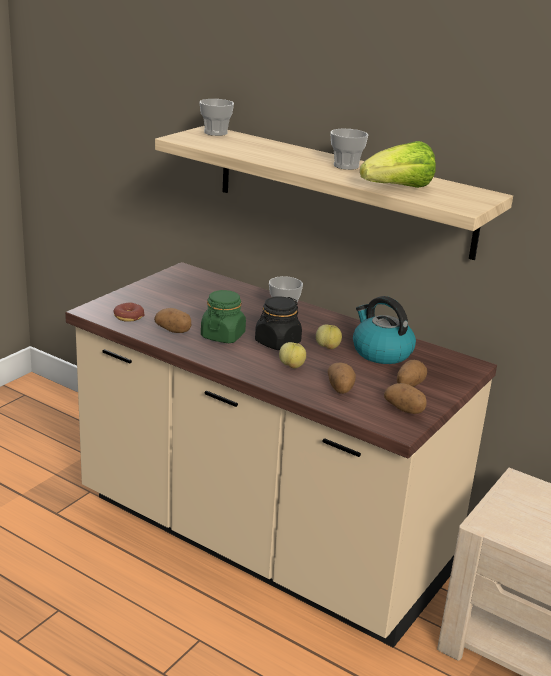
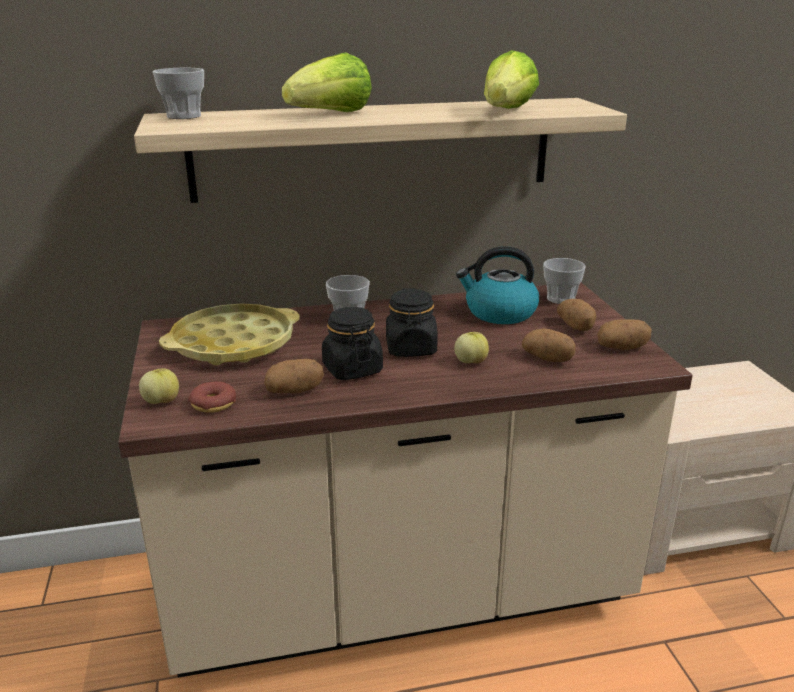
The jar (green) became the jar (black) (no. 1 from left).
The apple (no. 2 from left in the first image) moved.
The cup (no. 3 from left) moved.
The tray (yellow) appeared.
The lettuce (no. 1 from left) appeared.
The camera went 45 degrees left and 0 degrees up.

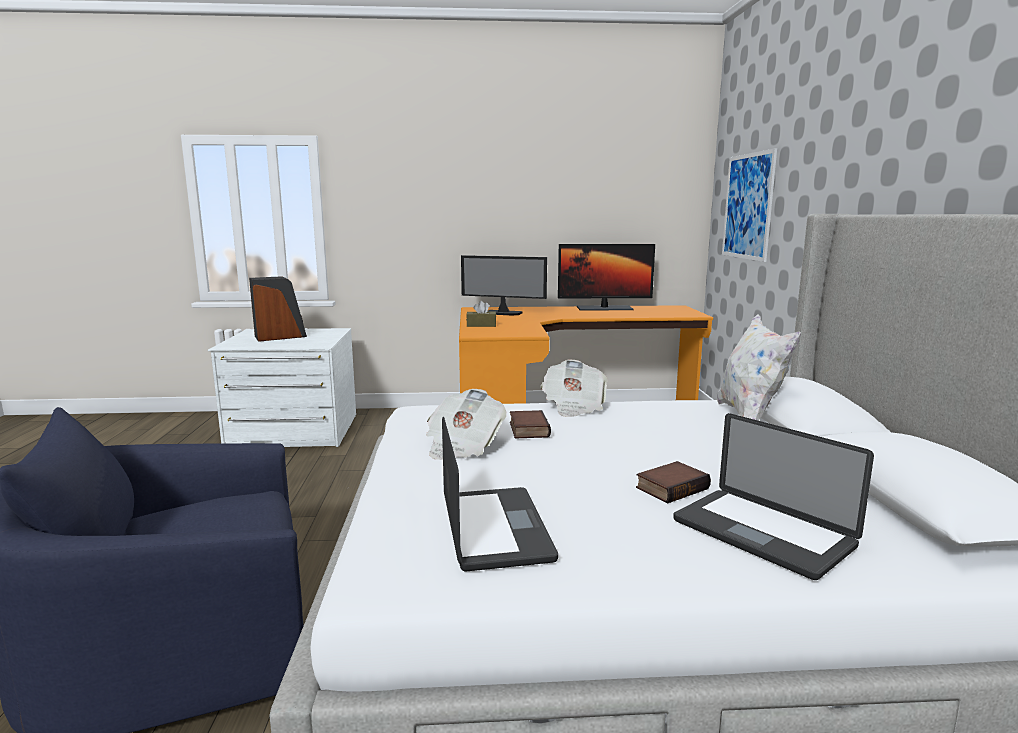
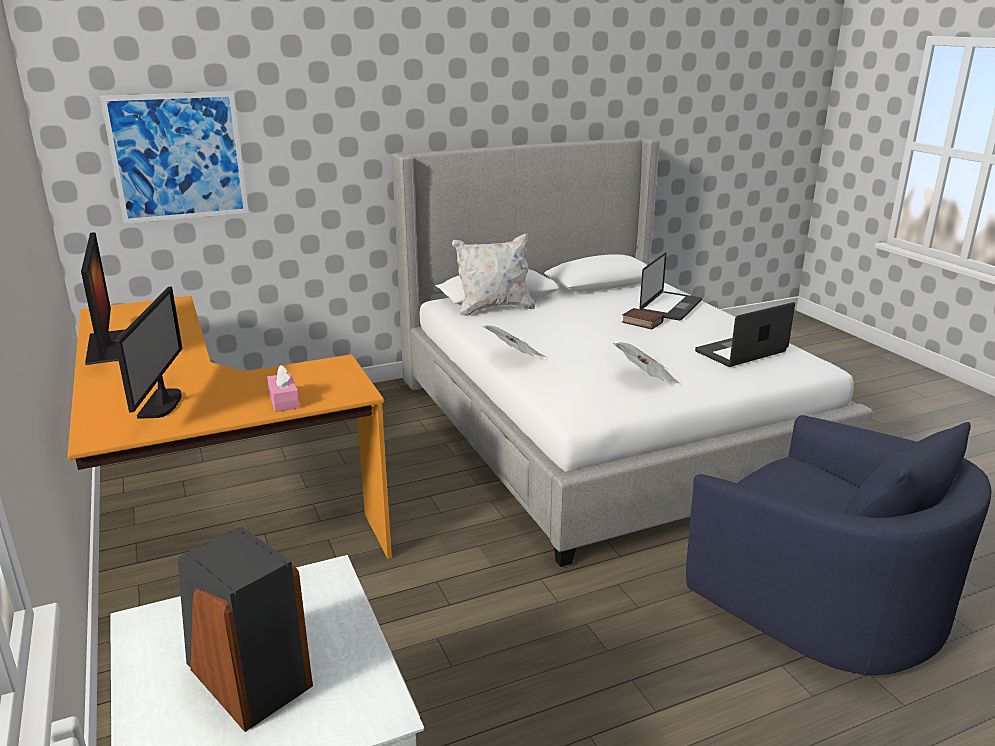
The tissue box (brown) became the tissue box (pink).
The book (no. 1 from left) disappeared.
The camera went 110 degrees left and 10 degrees up.

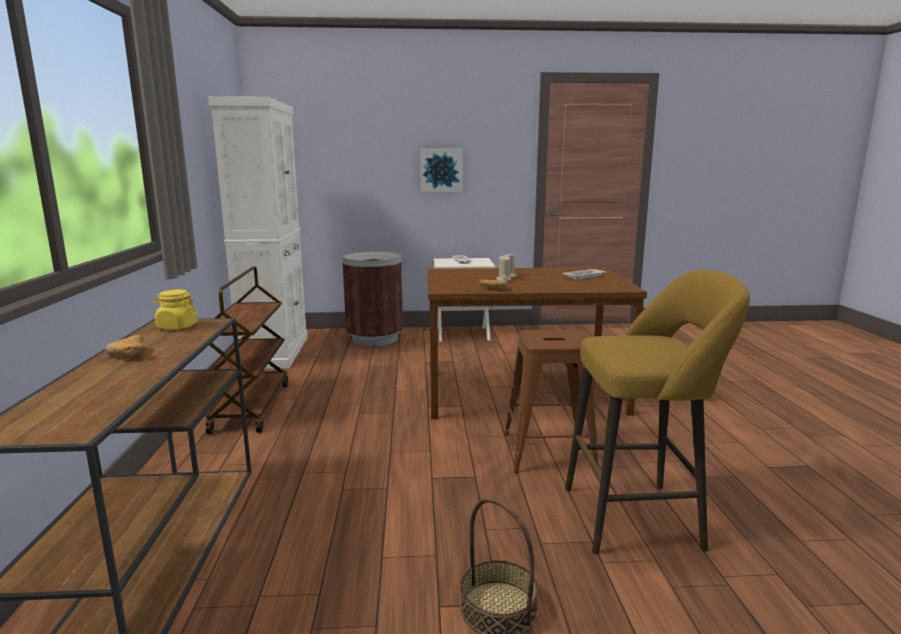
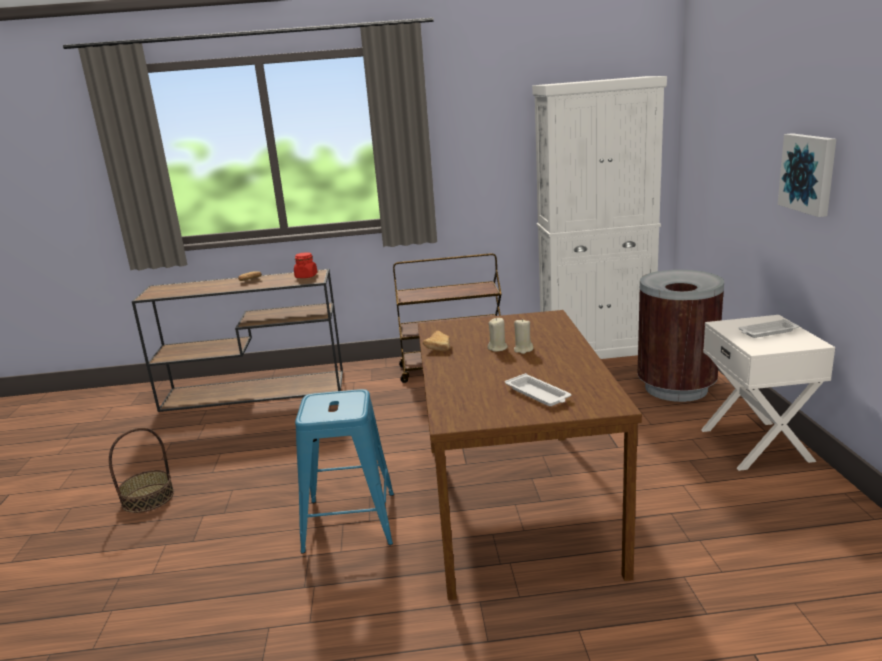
The jar (yellow) became the jar (red).
The stool (brown) became the stool (blue).
The stool (yellow) disappeared.
The camera went 90 degrees right and 5 degrees up.

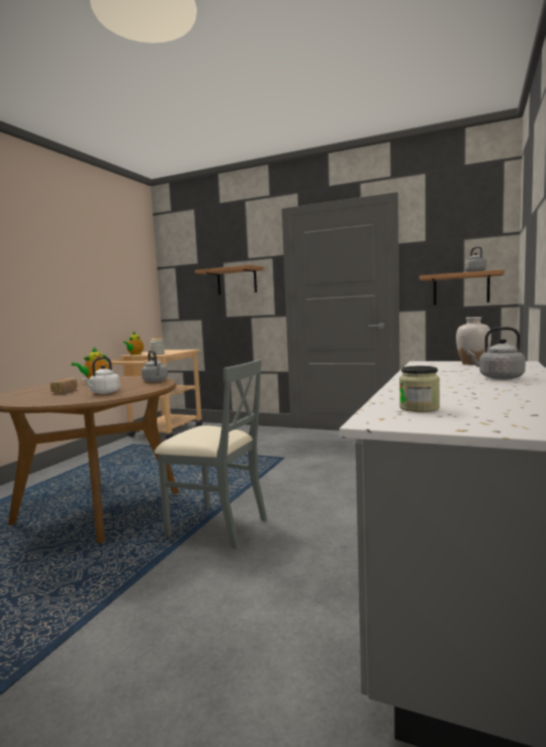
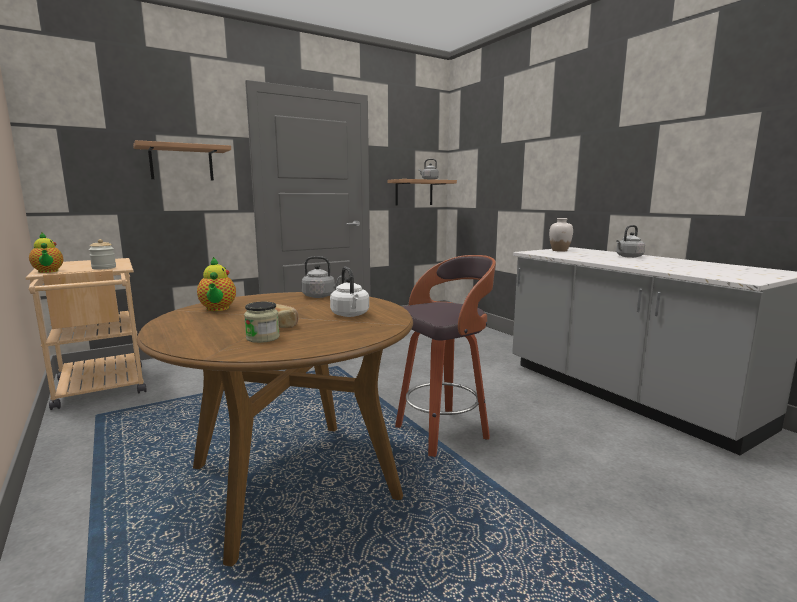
The chair (grey) was replaced by the stool.
The jar (no. 2 from left) moved.
The camera went 55 degrees left and 5 degrees up.

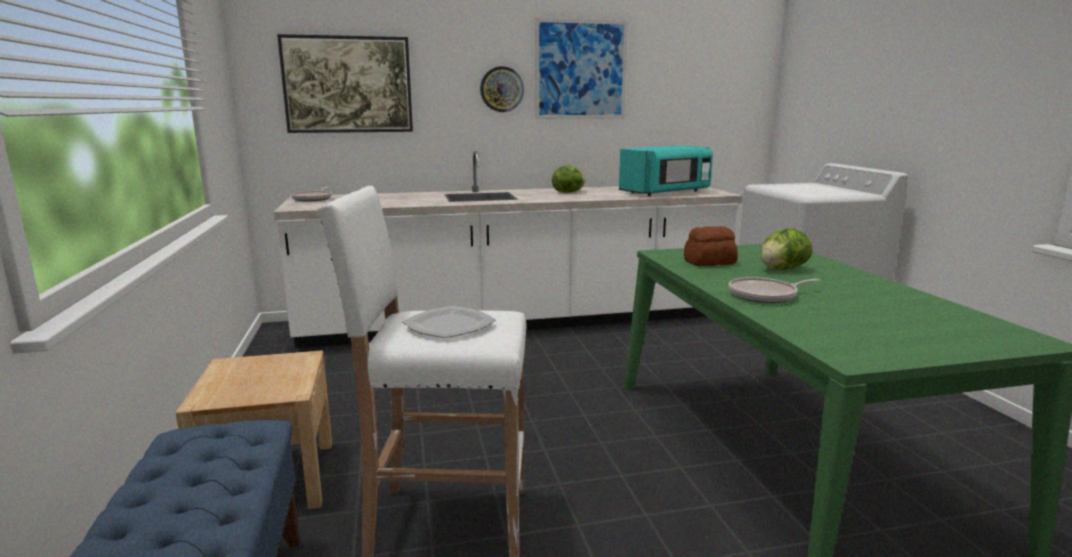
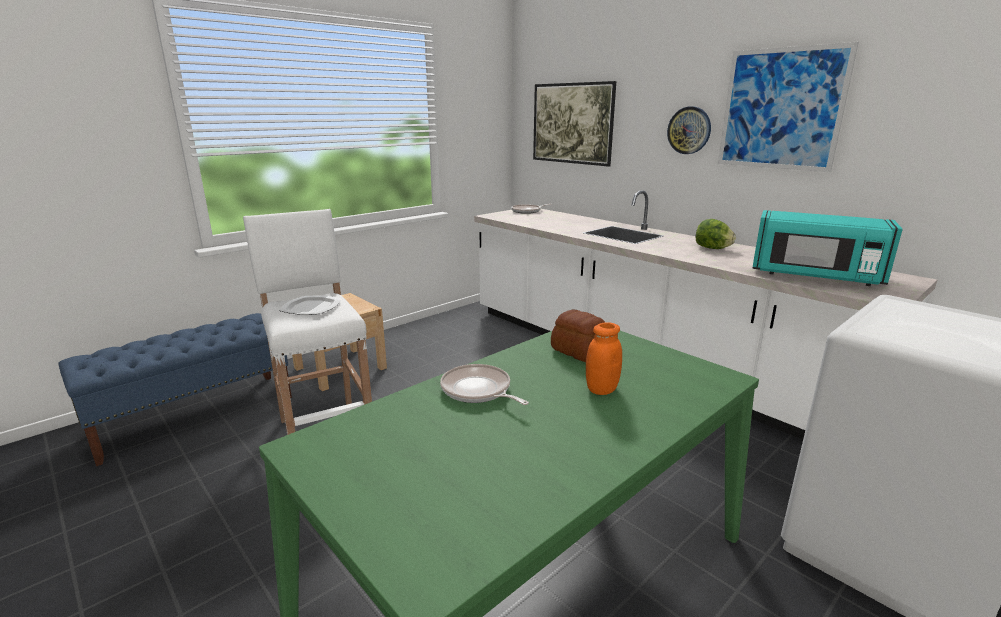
The lettuce (no. 2 from left) was replaced by the jar (orange).
The camera went 60 degrees right and 5 degrees up.

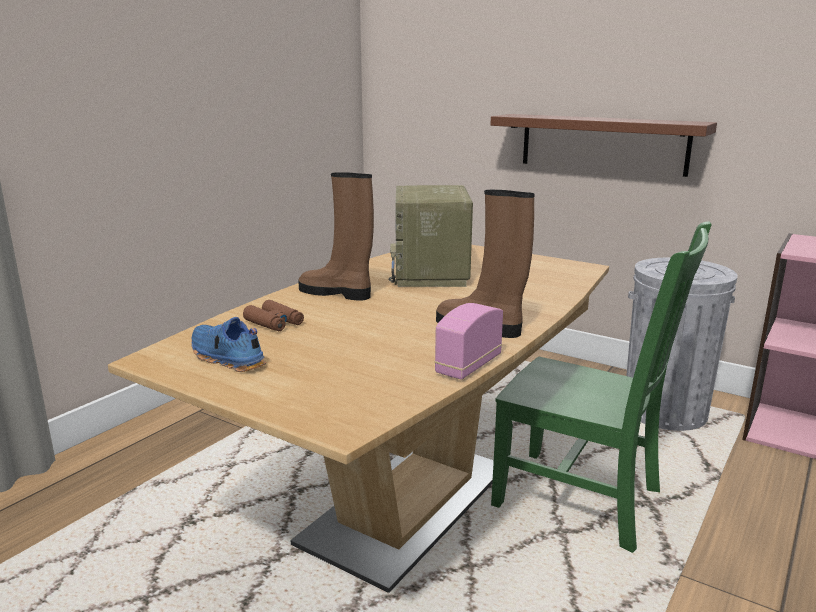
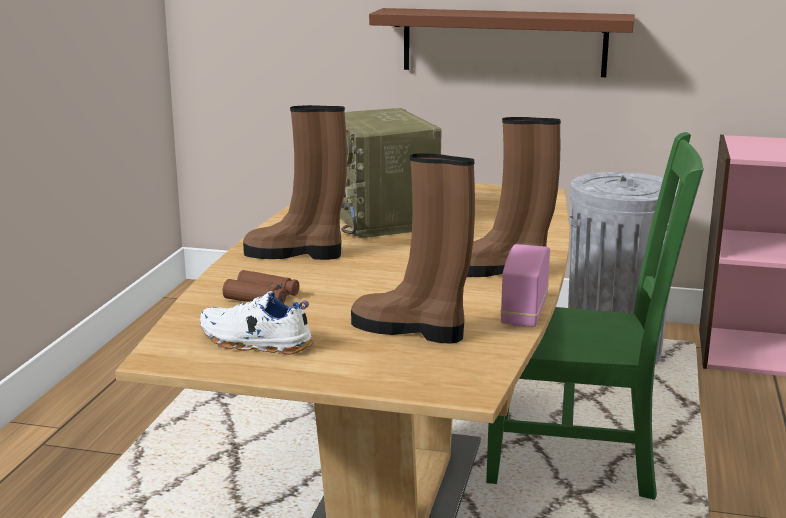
The shoe (blue) became the shoe (white).
The boot (brown) (no. 2 from left) appeared.
The camera went 20 degrees left and 0 degrees up.

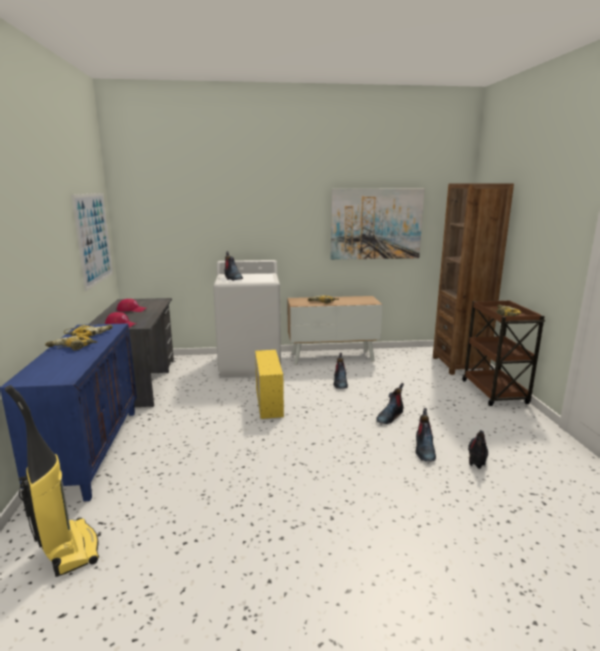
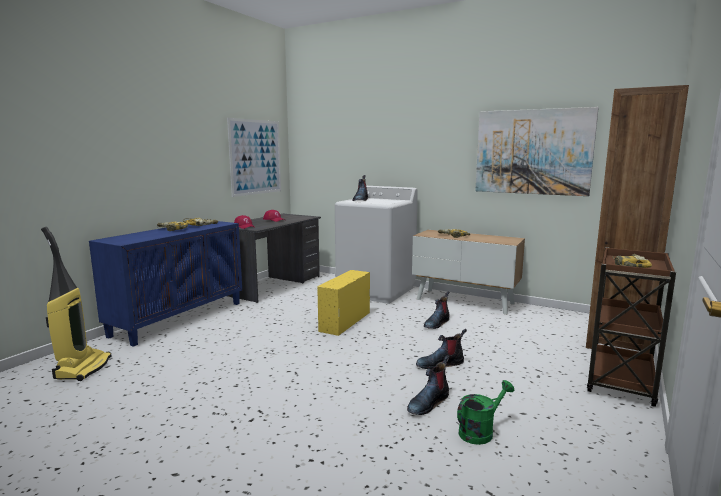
The boot (no. 5 from left) was replaced by the watering can (green).
The camera went 35 degrees right and 5 degrees down.

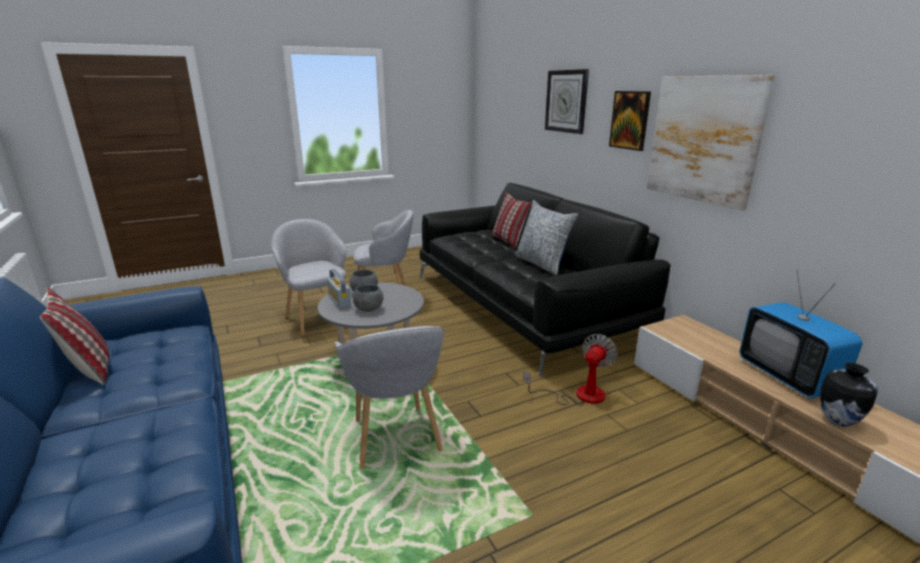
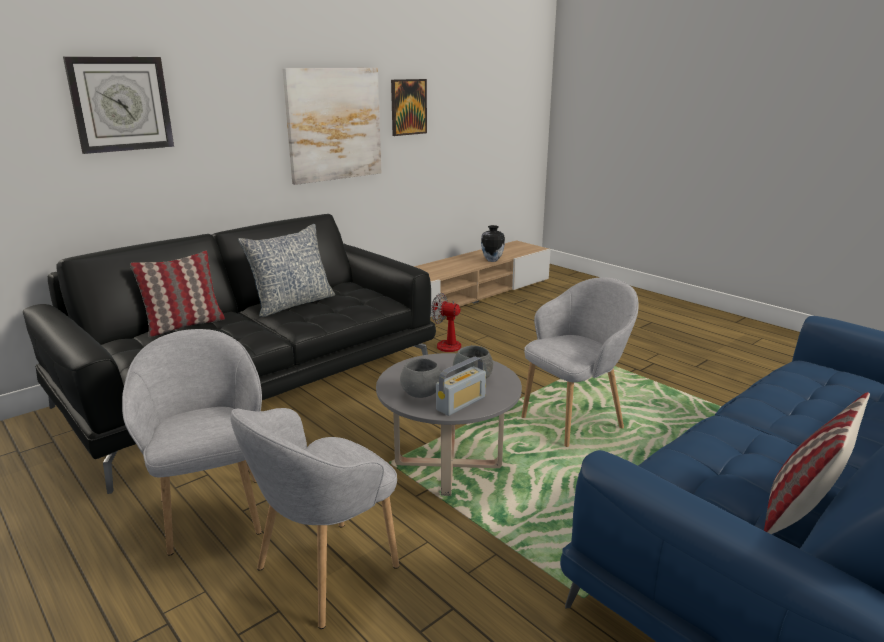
The picture (no. 1 from left in the first image) moved.
The television disappeared.
The camera went 105 degrees left and 0 degrees up.

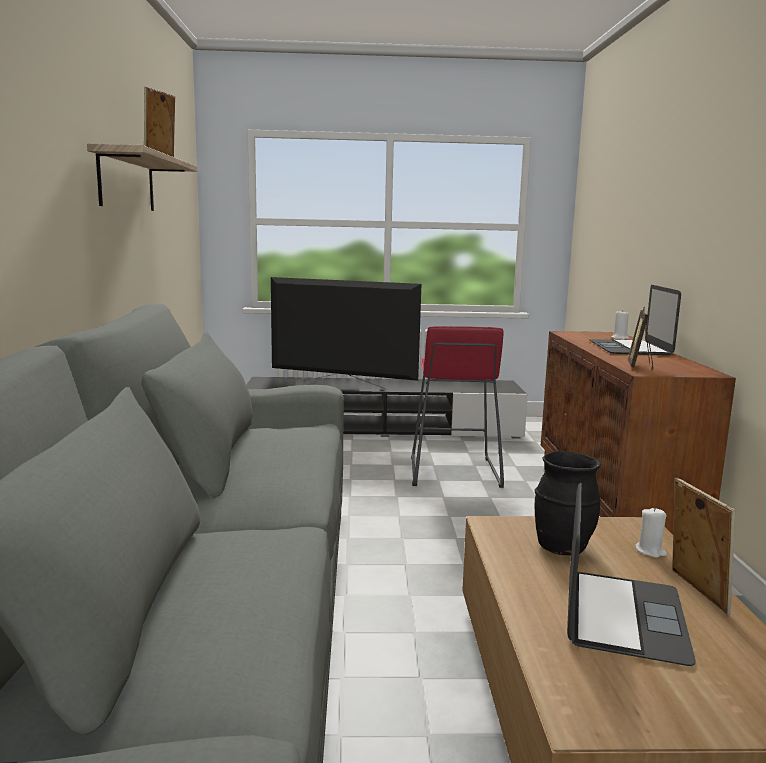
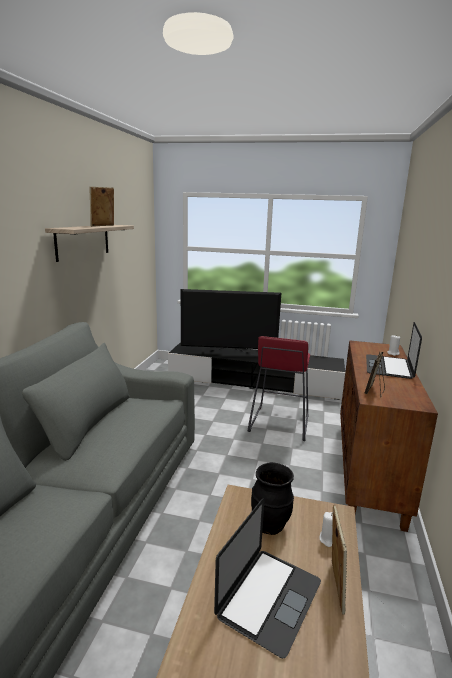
The television turned 150 degrees clockwise.
The camera went 15 degrees right and 5 degrees up.

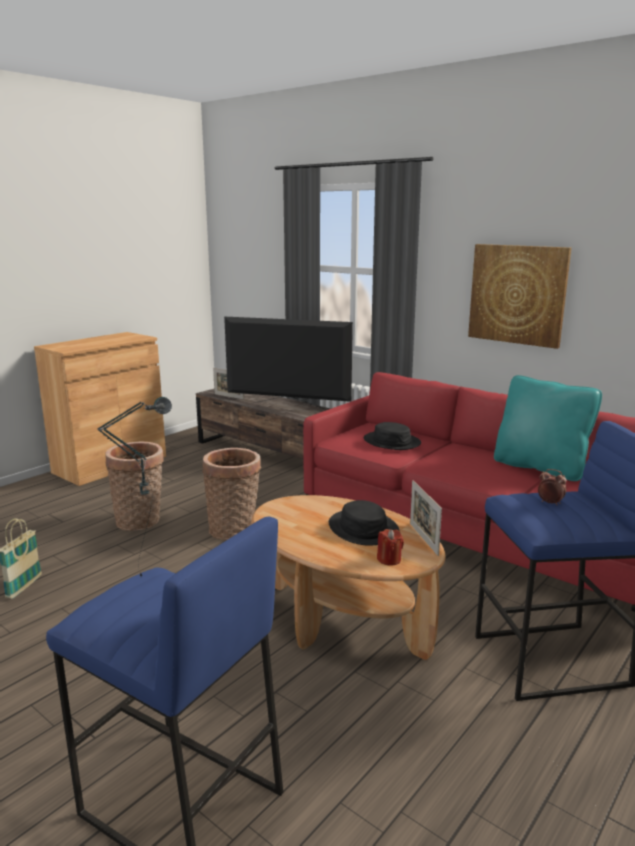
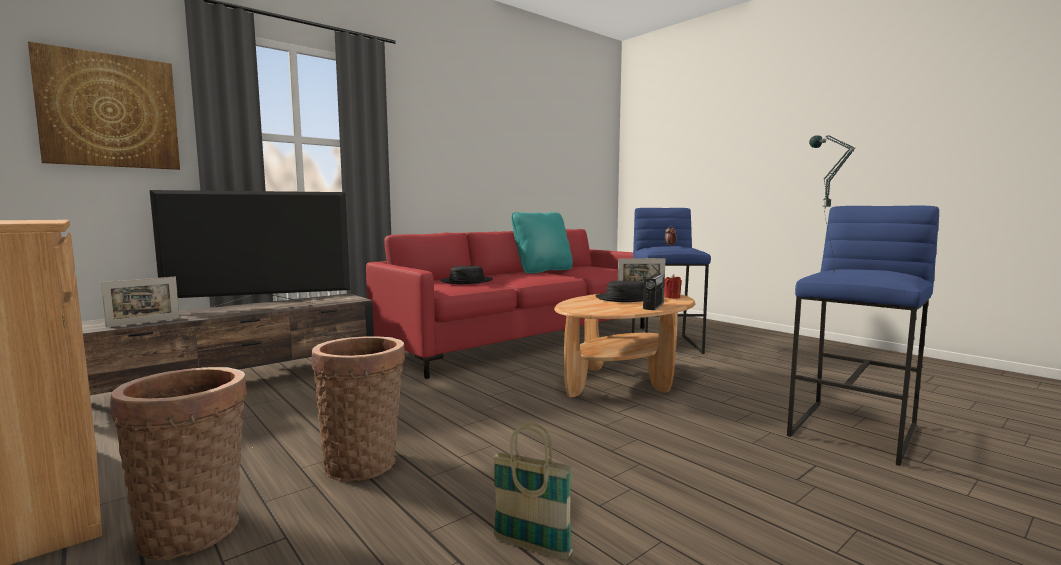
The basket (no. 3 from left in the first image) moved.
The television turned 135 degrees counterclockwise.
The picture moved.
The radio appeared.
The camera went 80 degrees left and 10 degrees down.

